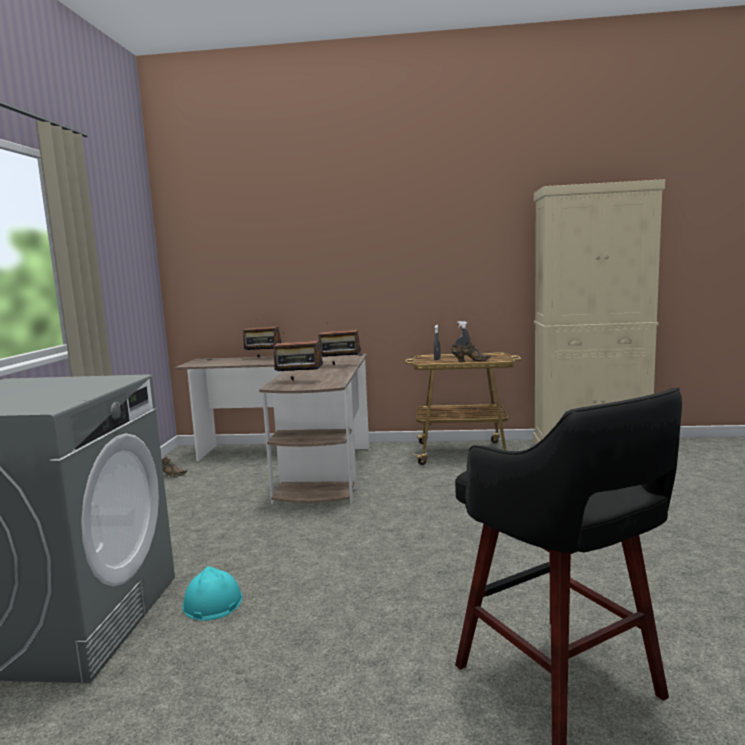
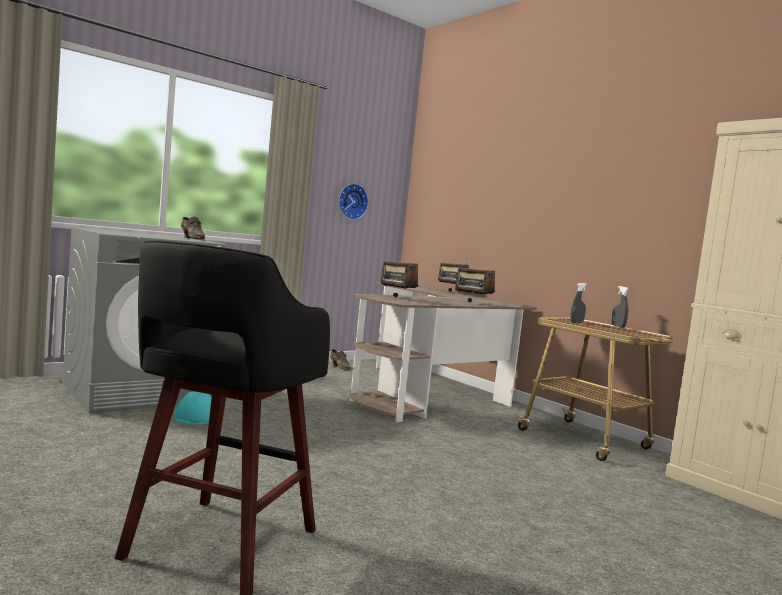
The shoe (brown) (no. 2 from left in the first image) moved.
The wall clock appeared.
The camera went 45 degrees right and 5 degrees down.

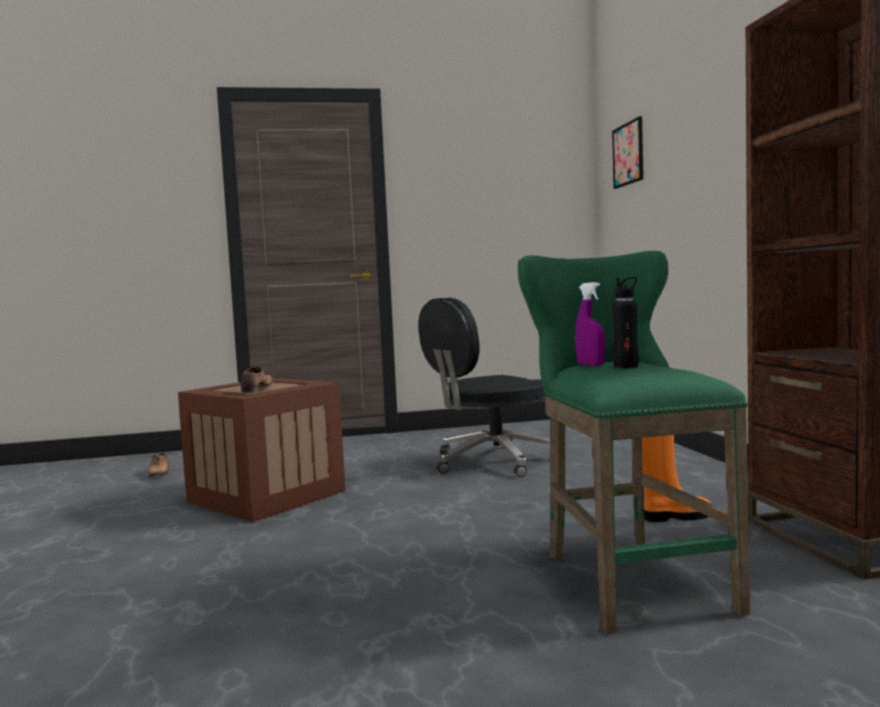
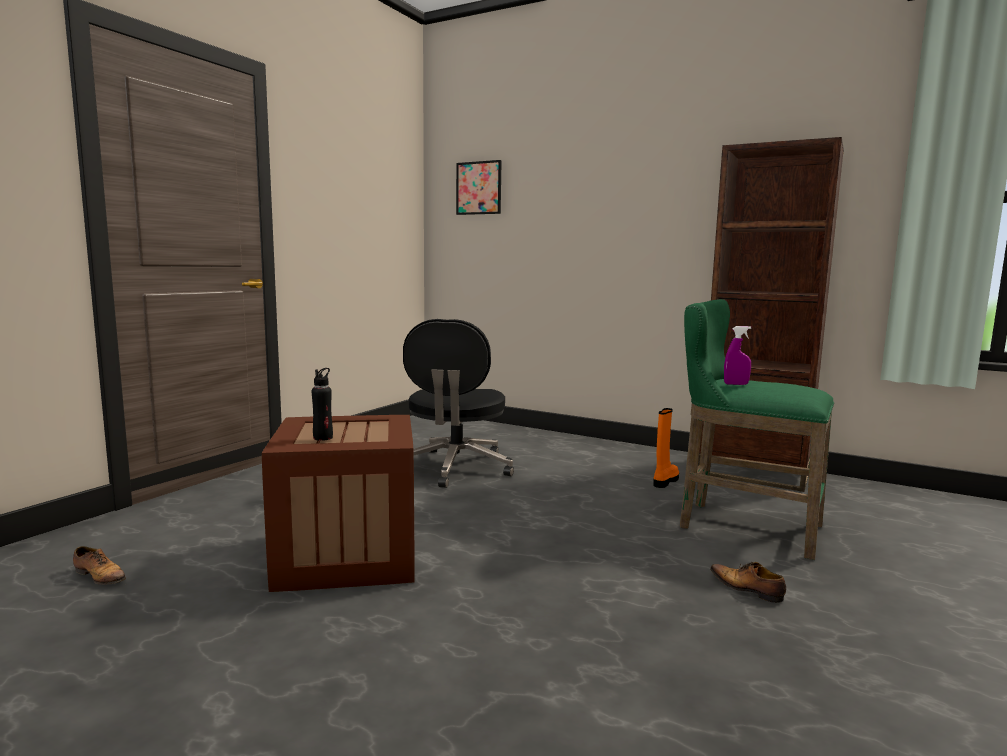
The shoe (no. 2 from left) moved.
The bottle (black) moved.
The camera went 50 degrees left and 5 degrees up.

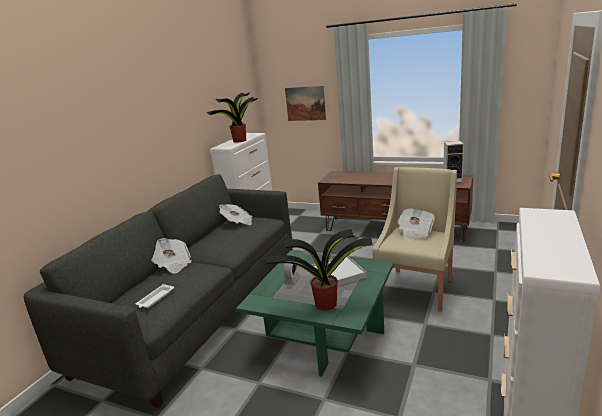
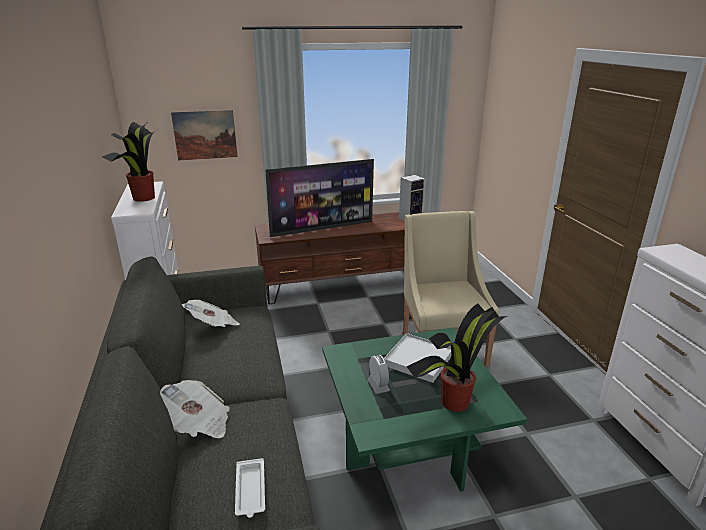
The newspaper (no. 3 from left) disappeared.
The television appeared.
The camera went 40 degrees left and 5 degrees up.

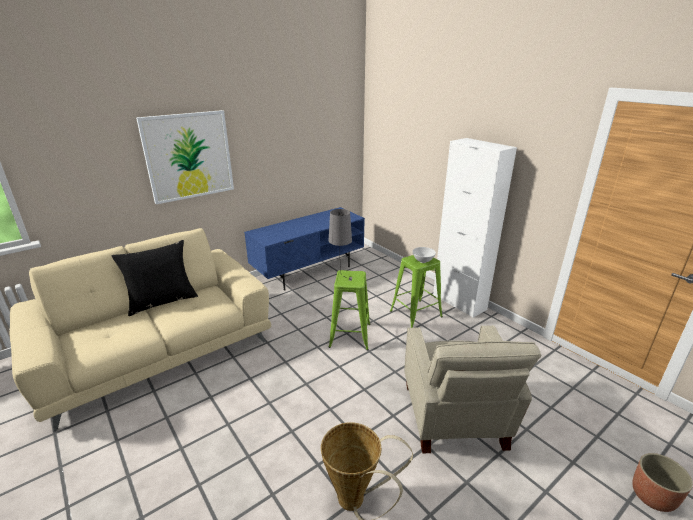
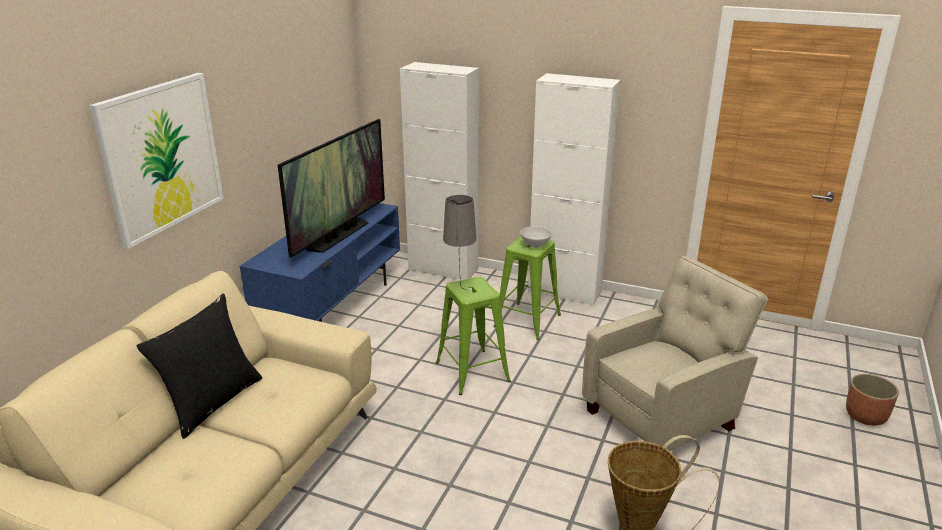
The armchair (beige) turned 90 degrees counterclockwise.
The television appeared.
The cabinet (white) (no. 1 from left) appeared.
The camera went 30 degrees left and 0 degrees up.

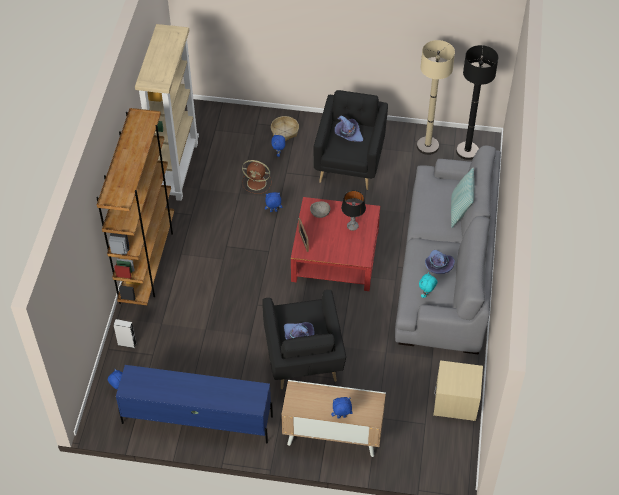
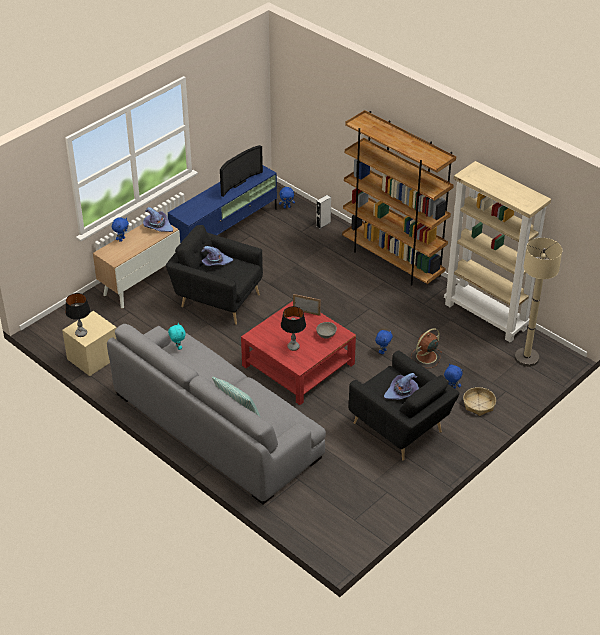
The floor lamp (beige) moved.
The hat (purple) (no. 3 from left in the first image) moved.
The floor lamp (black) disappeared.
The table lamp (no. 1 from left) appeared.
The television appeared.
The camera went 125 degrees right and 10 degrees down.

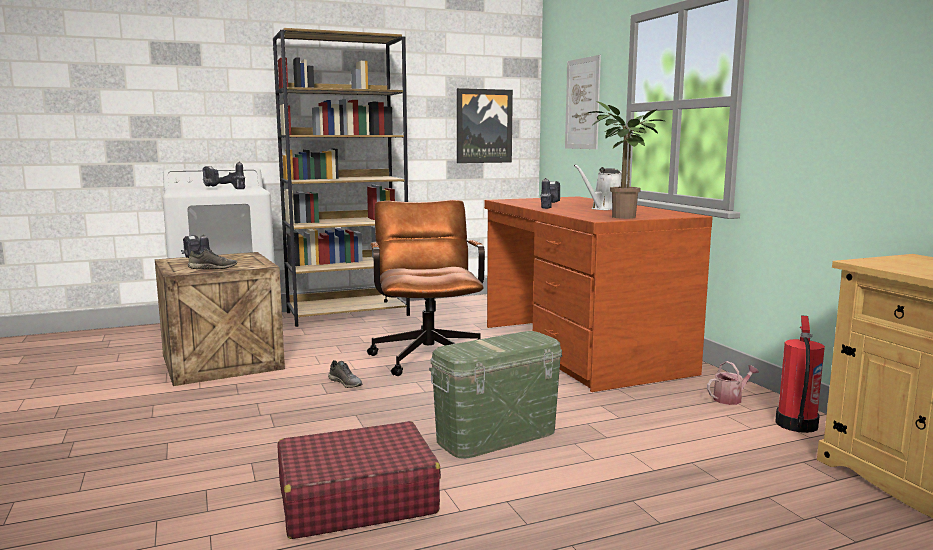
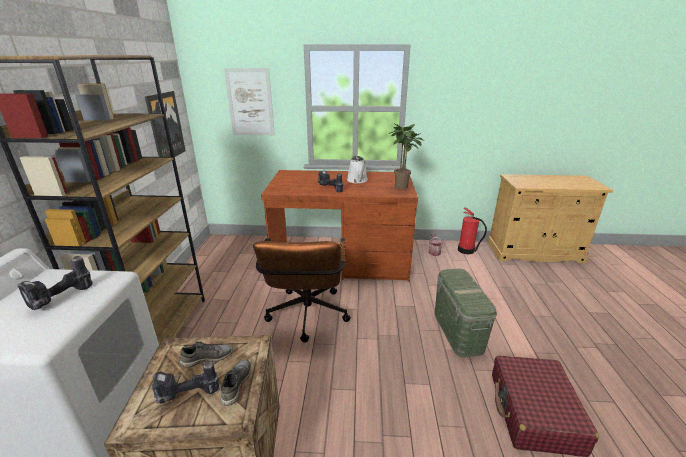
The shoe (grey) (no. 2 from left in the first image) moved.
The office chair (brown) turned 105 degrees counterclockwise.
The camera went 65 degrees left and 15 degrees up.

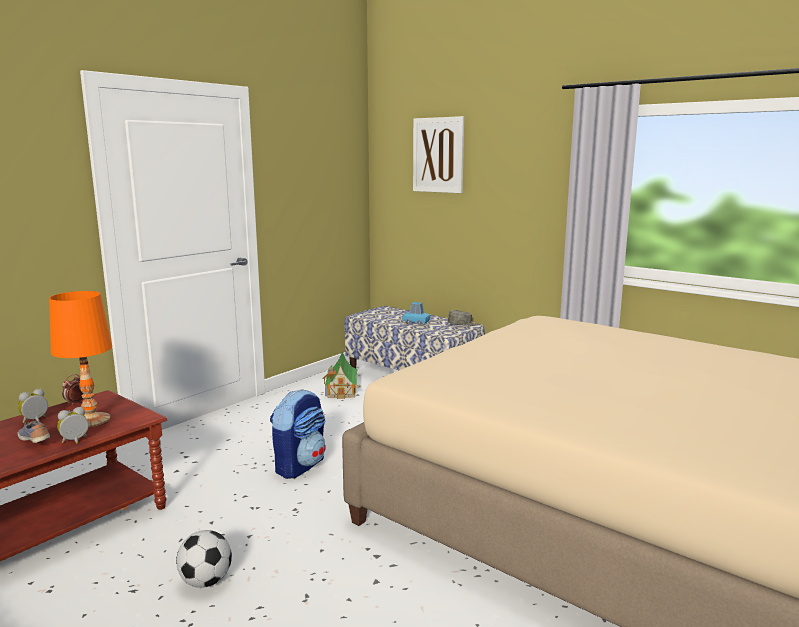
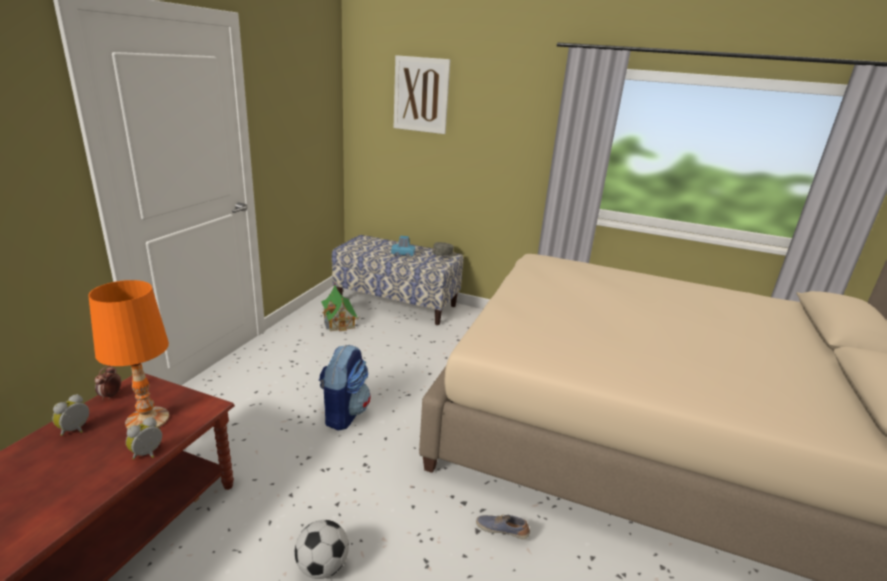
The shoe moved.
The camera went 20 degrees left and 10 degrees up.

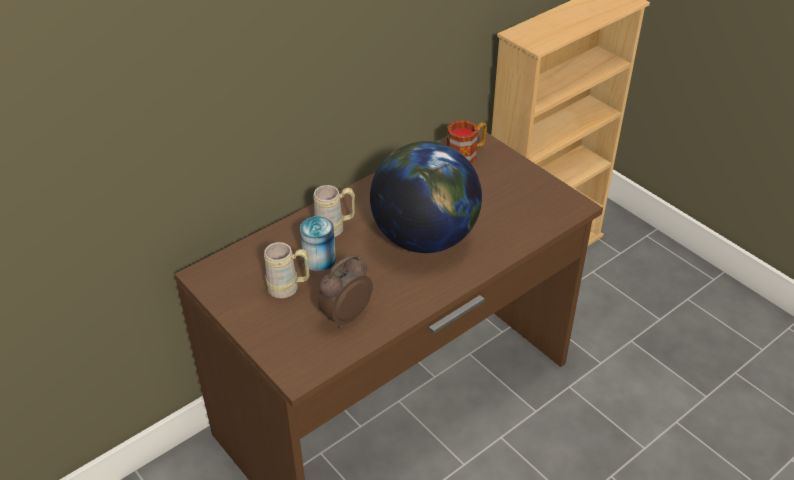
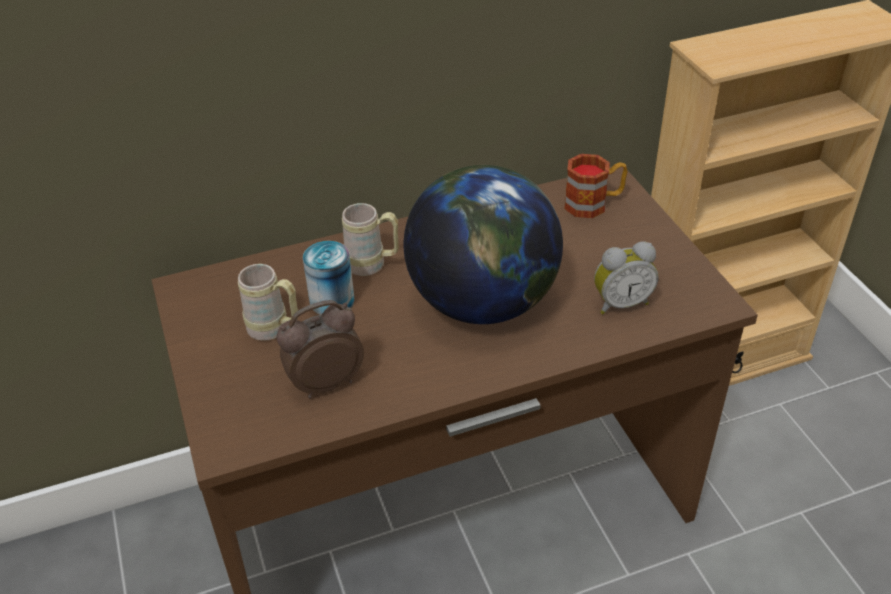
The alarm clock (no. 2 from left) appeared.
The camera went 20 degrees right and 0 degrees up.

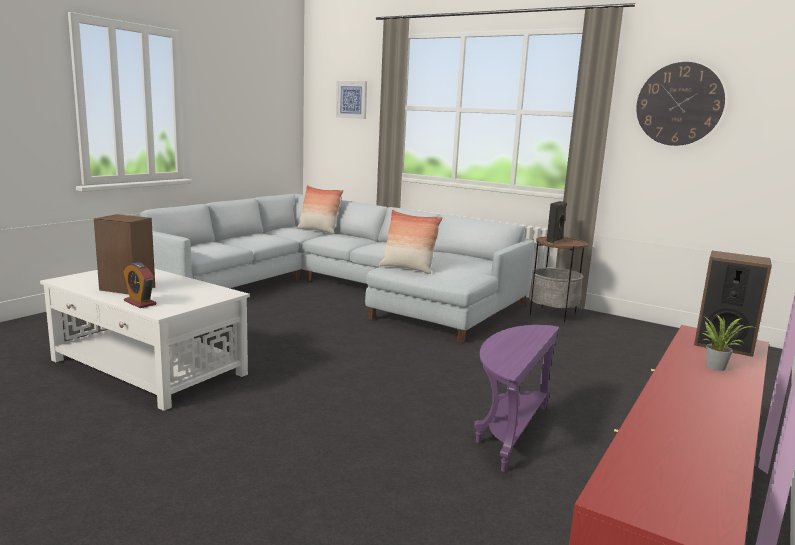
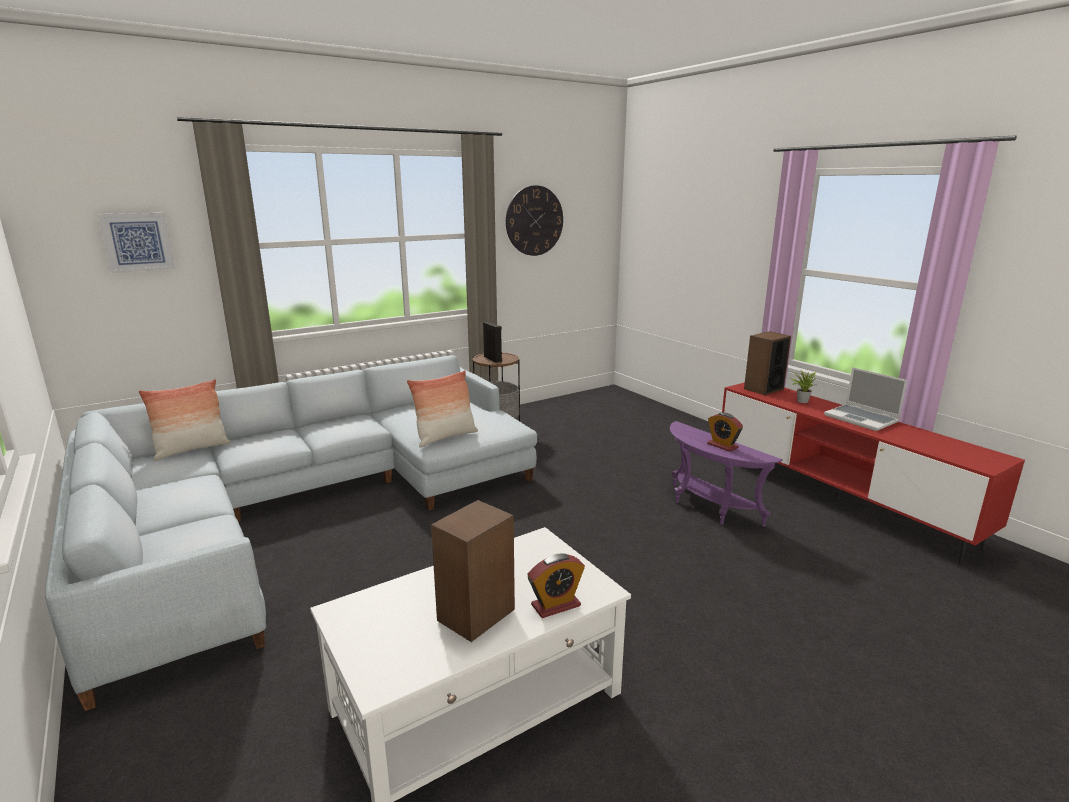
The alarm clock (no. 2 from left) appeared.
The laptop appeared.
The camera went 65 degrees left and 5 degrees up.

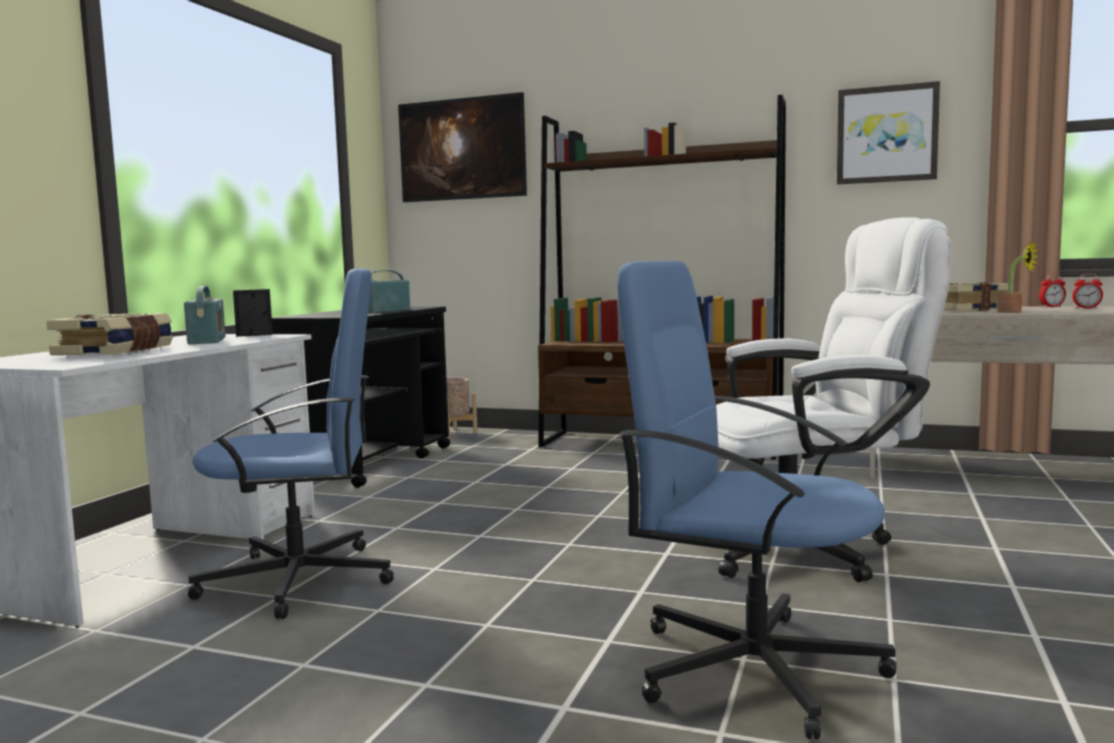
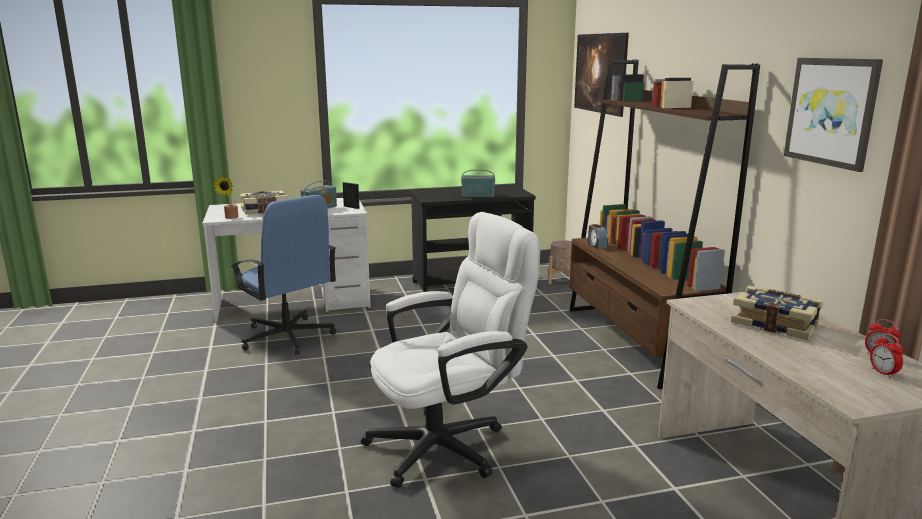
The office chair (blue) (no. 2 from left) disappeared.
The office chair (white) turned 75 degrees counterclockwise.
The potted plant moved.
The alarm clock (no. 1 from left) appeared.
The camera went 55 degrees right and 10 degrees up.

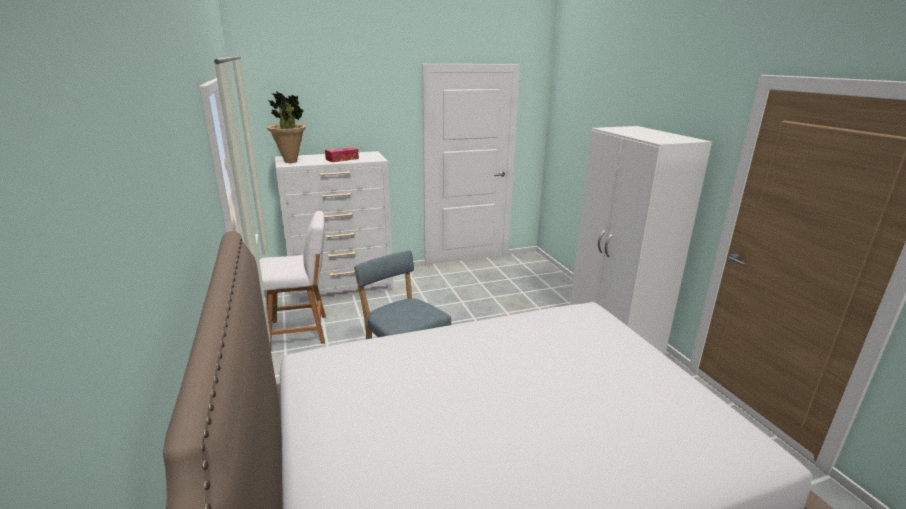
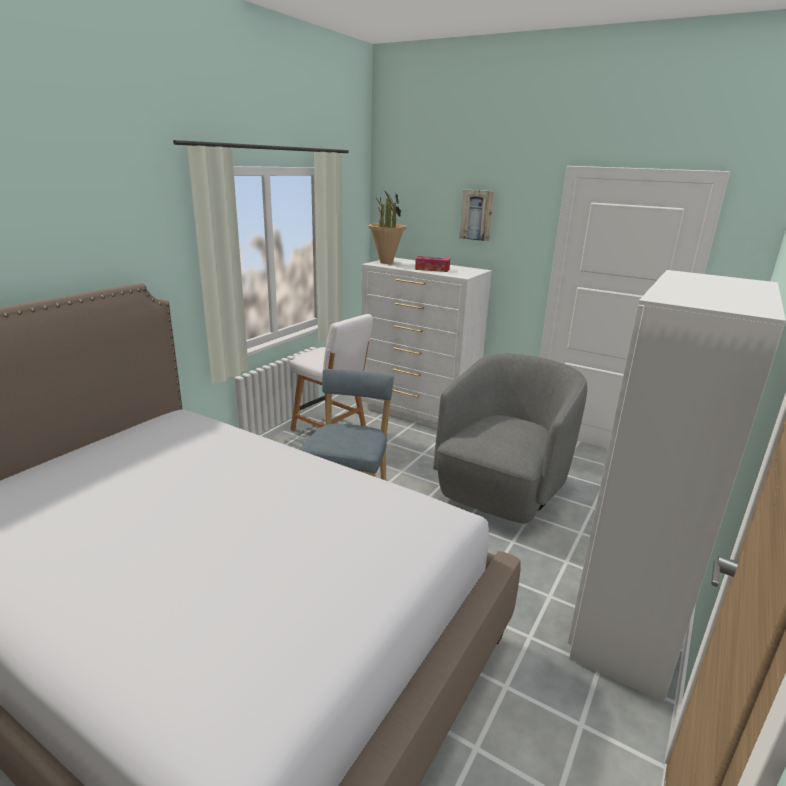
The armchair (grey) appeared.
The picture appeared.
The camera went 50 degrees right and 0 degrees up.

